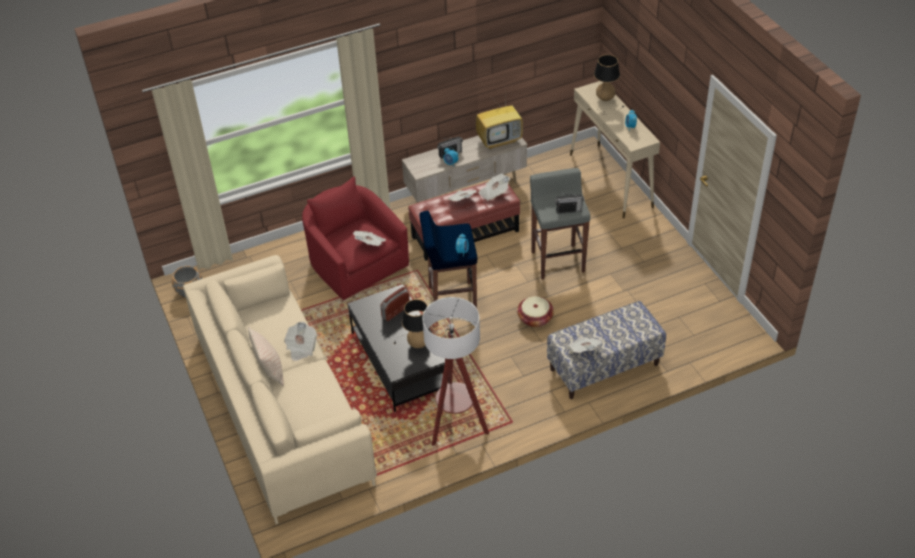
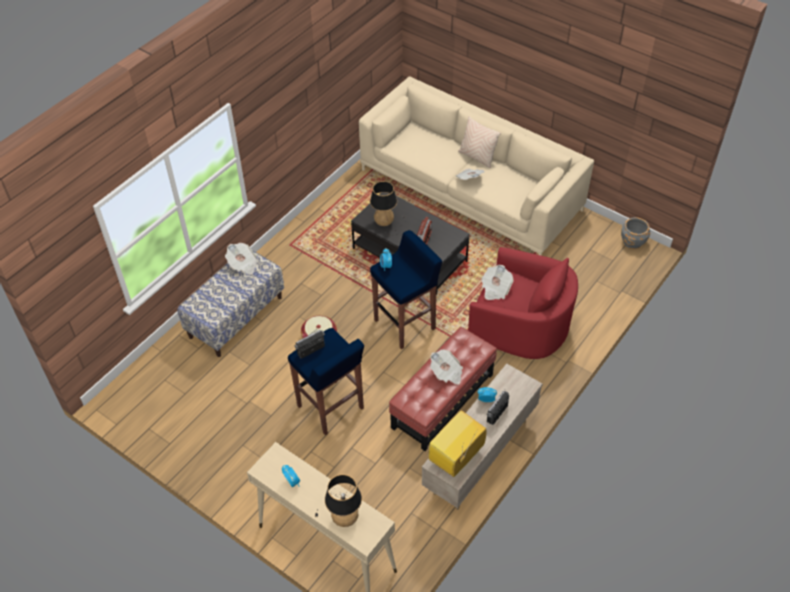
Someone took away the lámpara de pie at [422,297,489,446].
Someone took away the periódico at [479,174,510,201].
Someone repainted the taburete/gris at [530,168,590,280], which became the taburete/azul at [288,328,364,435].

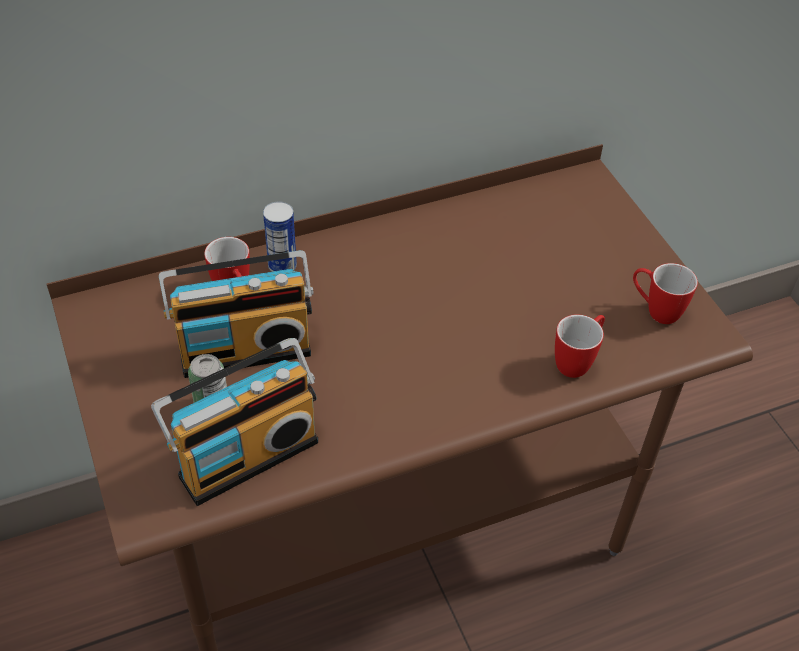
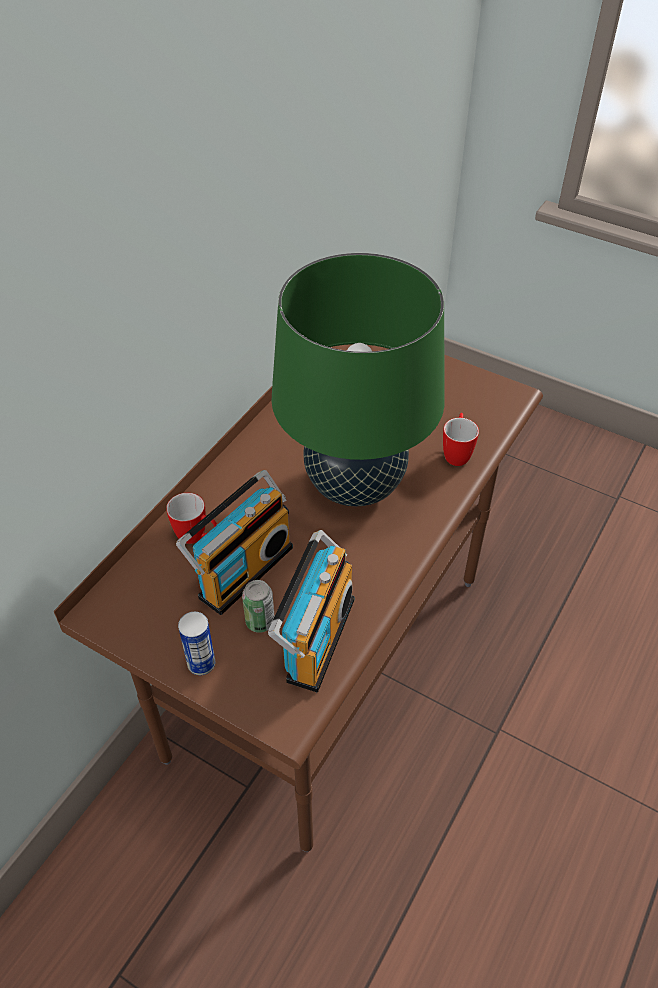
Someone took away the taza grande at [633,263,698,324].
Someone put down the lámpara de mesa/verde at [272,253,445,506].
Someone carried the lata from [263,202,297,272] to [178,612,215,675].

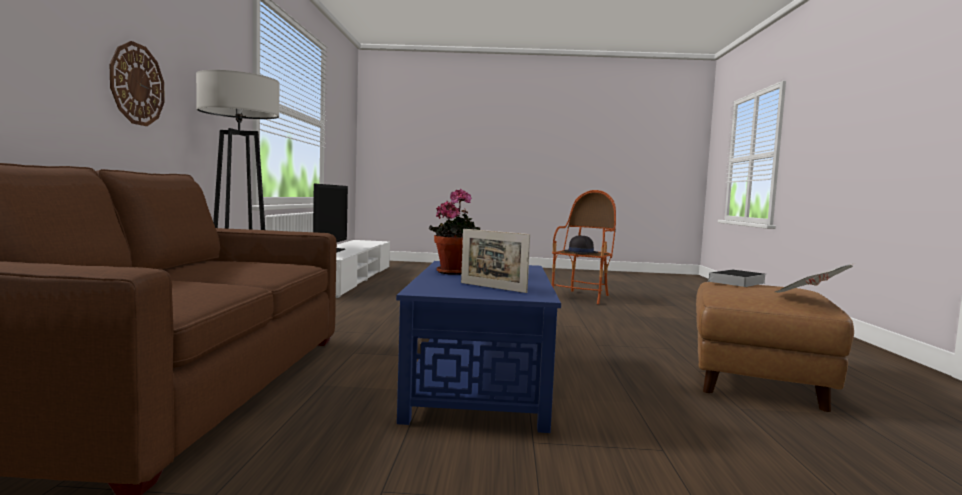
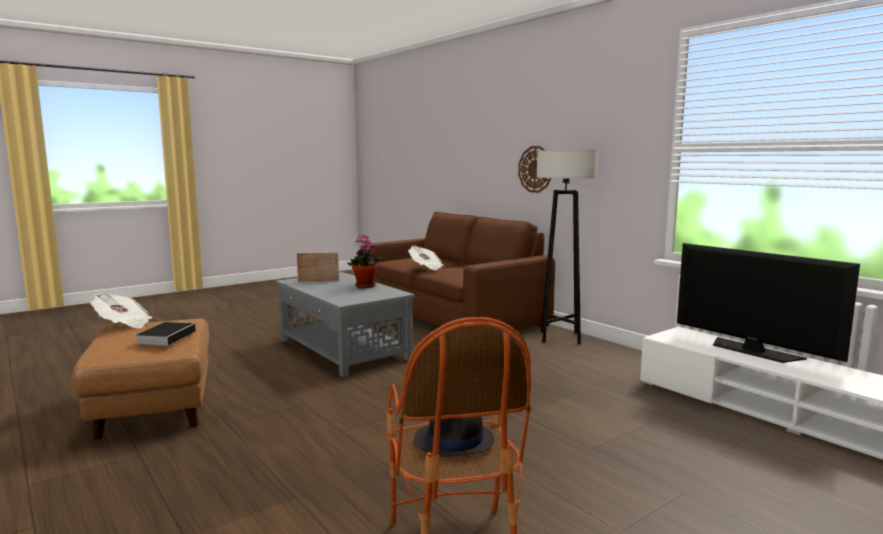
Someone put down the periódico at [408,246,444,270].
Someone repainted the mesa de centro/azul at [396,261,561,433], which became the mesa de centro/gris at [276,272,415,377].

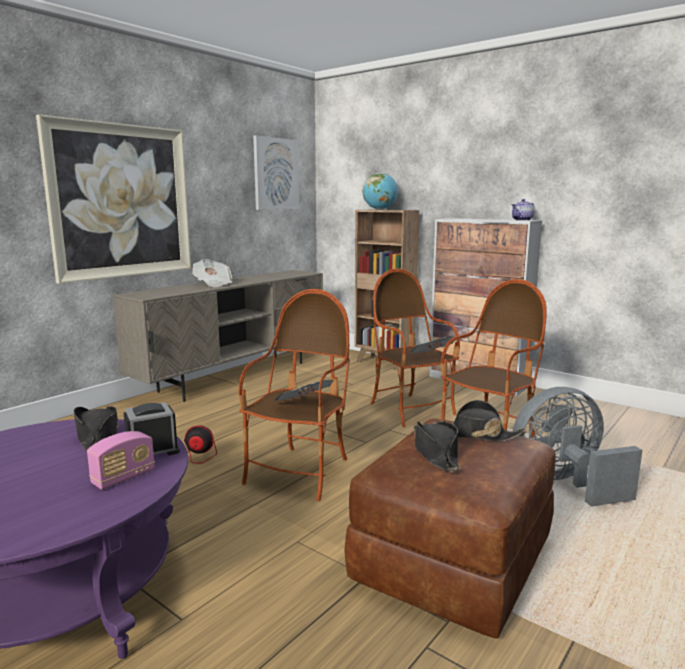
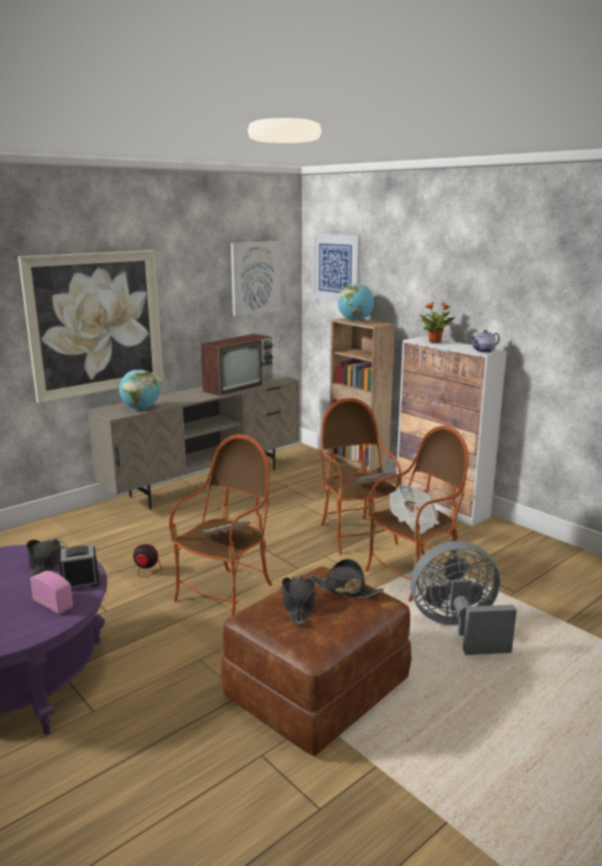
Someone put down the globo terráqueo at [119,370,160,410].
Someone put down the televisor at [200,334,274,396].
Someone put up the cuadro at [312,233,361,301].
Someone put down the planta en maceta at [419,302,455,343].
Someone carried the periódico from [192,259,232,287] to [389,485,439,534].
Someone rotated the radio at [87,431,155,490] by 105 degrees counterclockwise.

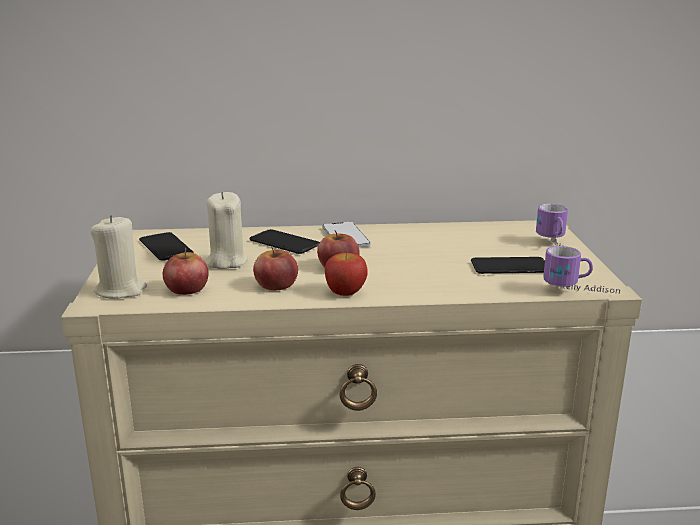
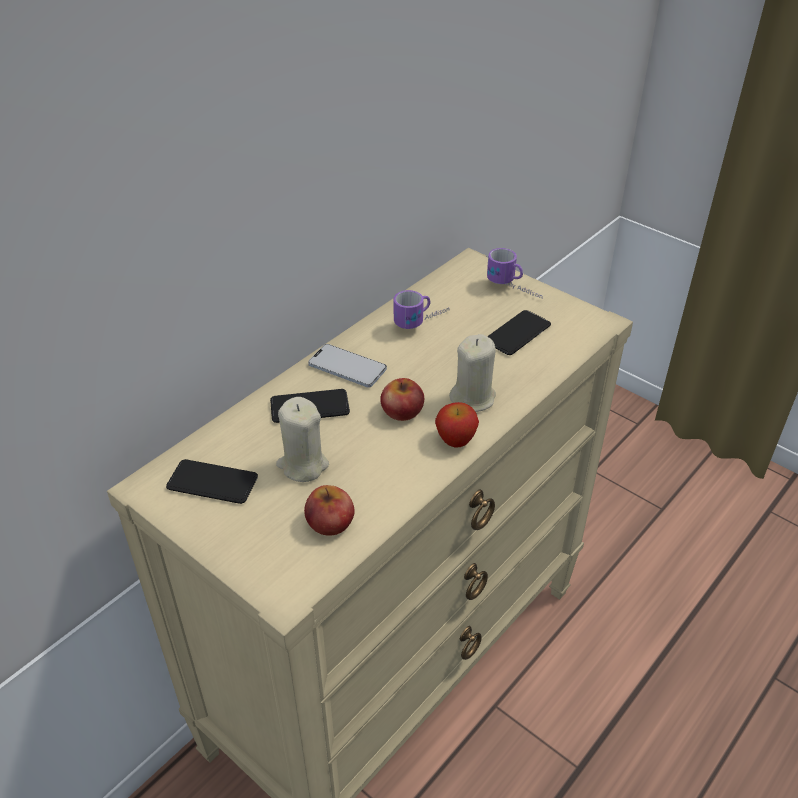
Someone took away the manzana at [253,247,298,290].
Someone carried the vela/beis from [90,215,147,299] to [449,334,496,412].
Someone carried the taza grande from [543,246,620,294] to [394,290,449,329].

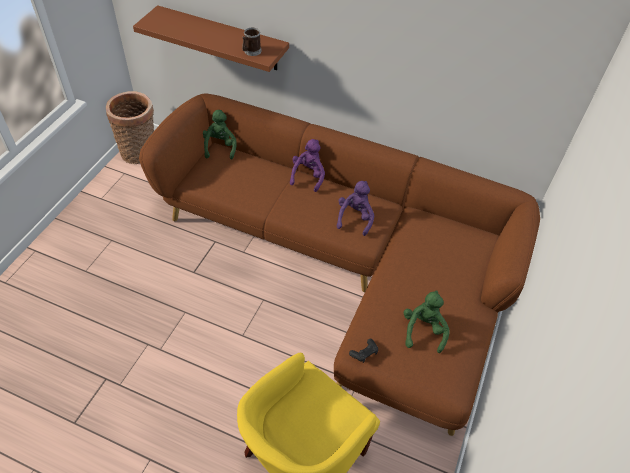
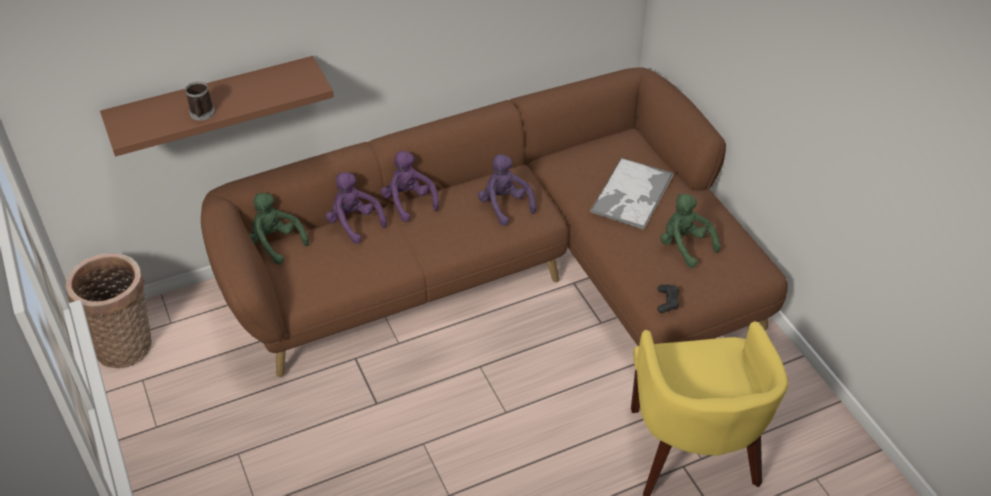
Someone put down the peluche/morado at [325,172,387,244].
Someone put down the bandeja at [590,158,673,230].
Someone carried the taza grande from [242,28,262,56] to [185,82,215,120].

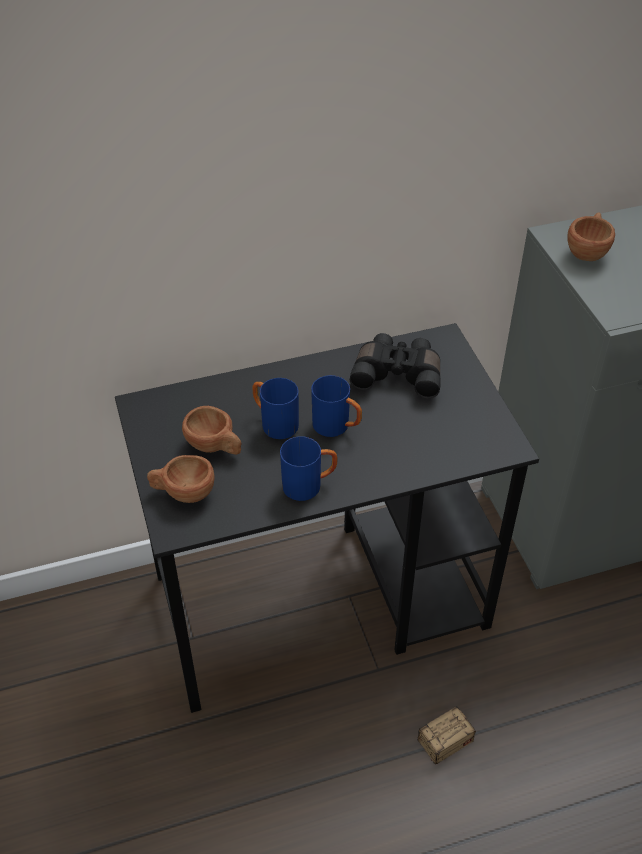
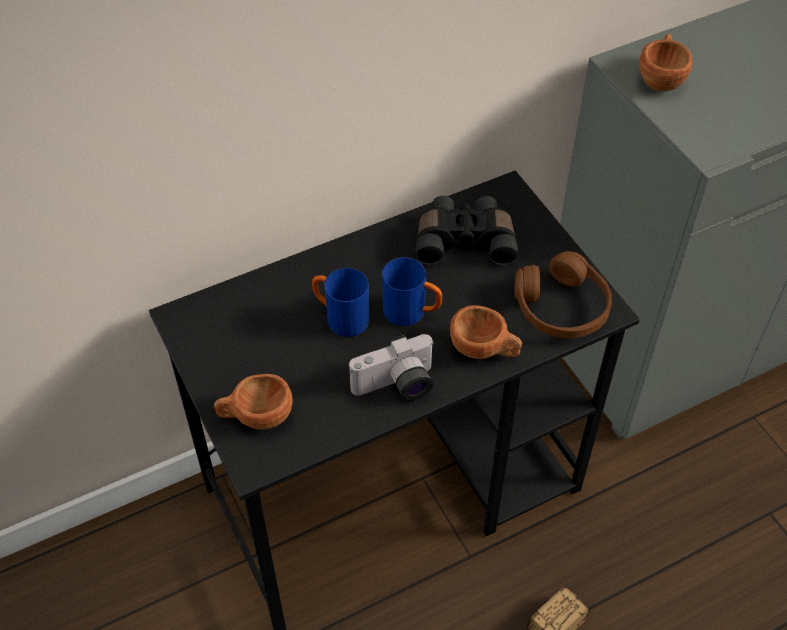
Someone put down the auriculares/marrón at [515,251,612,338].
Someone carried the taza/marrón from [182,406,241,455] to [450,305,522,359].
Someone swapped the taza grande/azul at [280,436,337,501] for the cámara at [349,334,435,401].

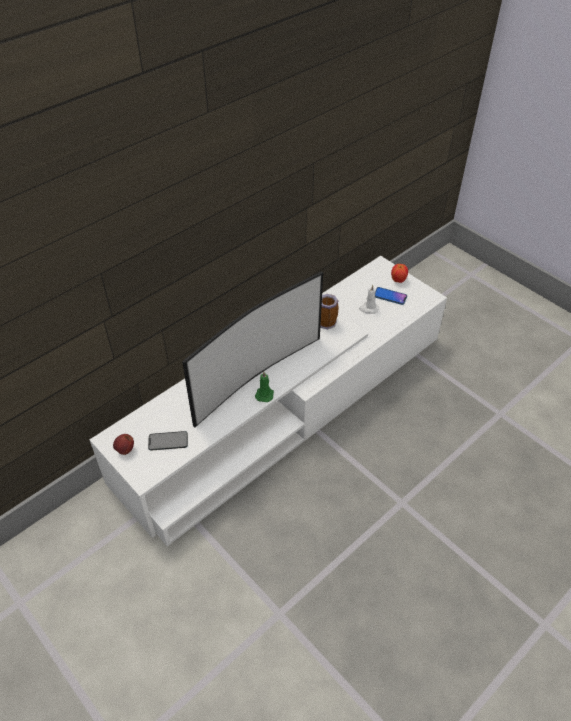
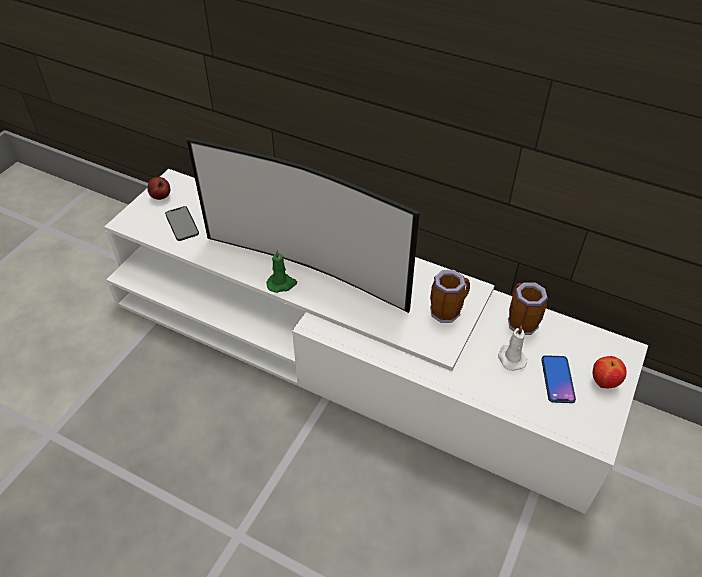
Someone put down the taza grande at [508,282,548,335].

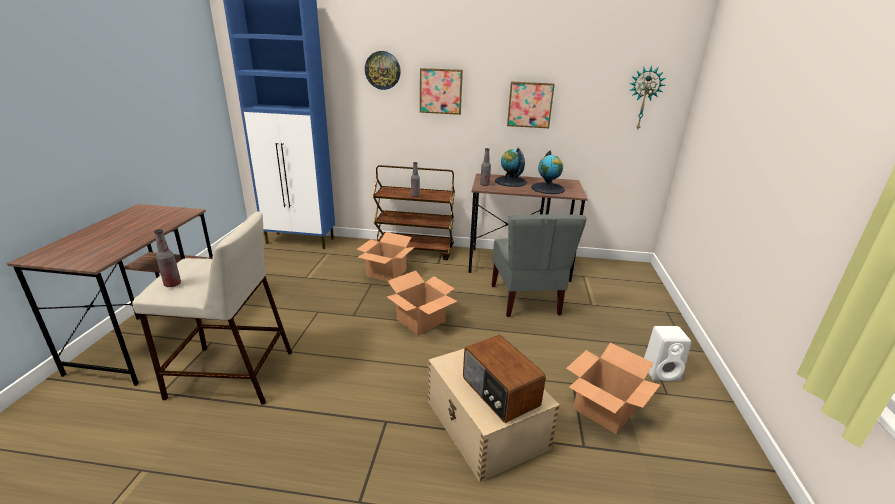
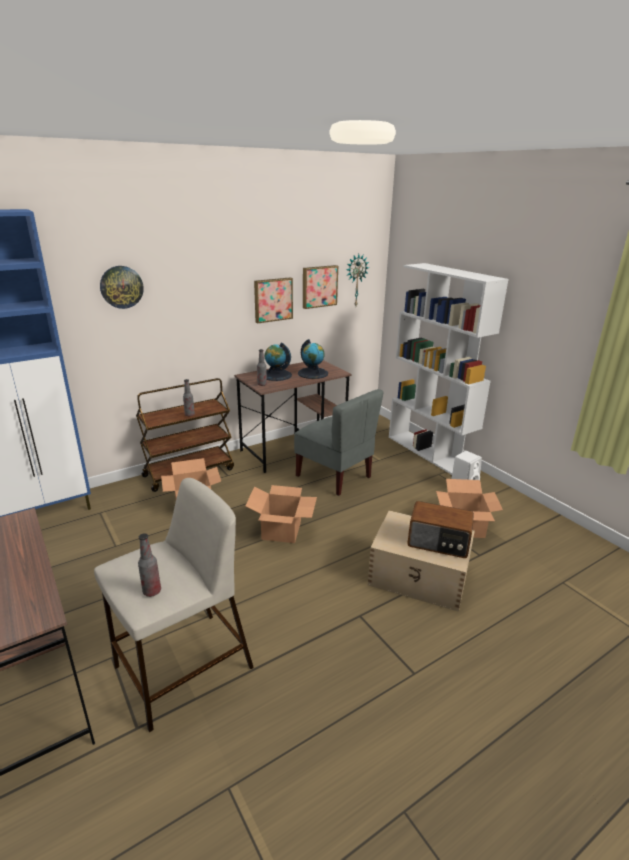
Someone put down the estantería/blanco at [389,263,509,475].
Someone carried the cuadro from [420,68,463,115] to [303,265,338,309].

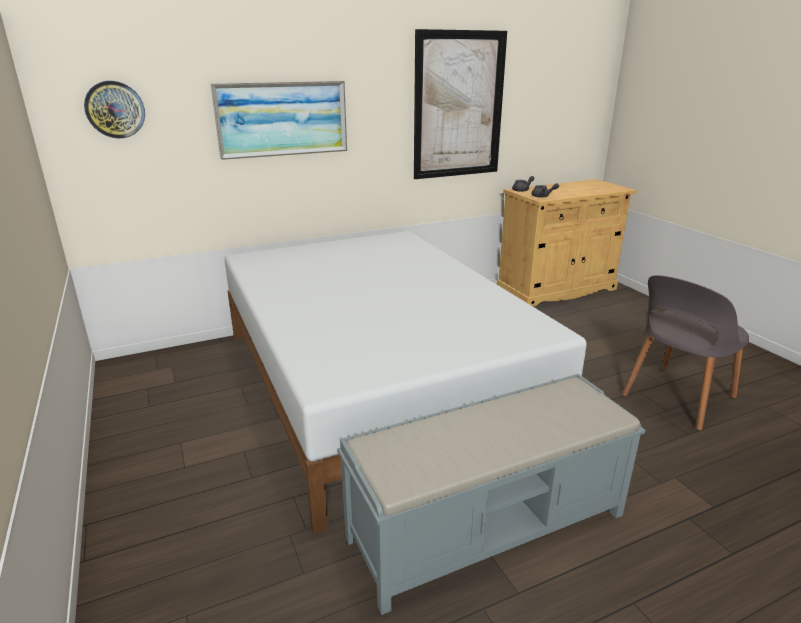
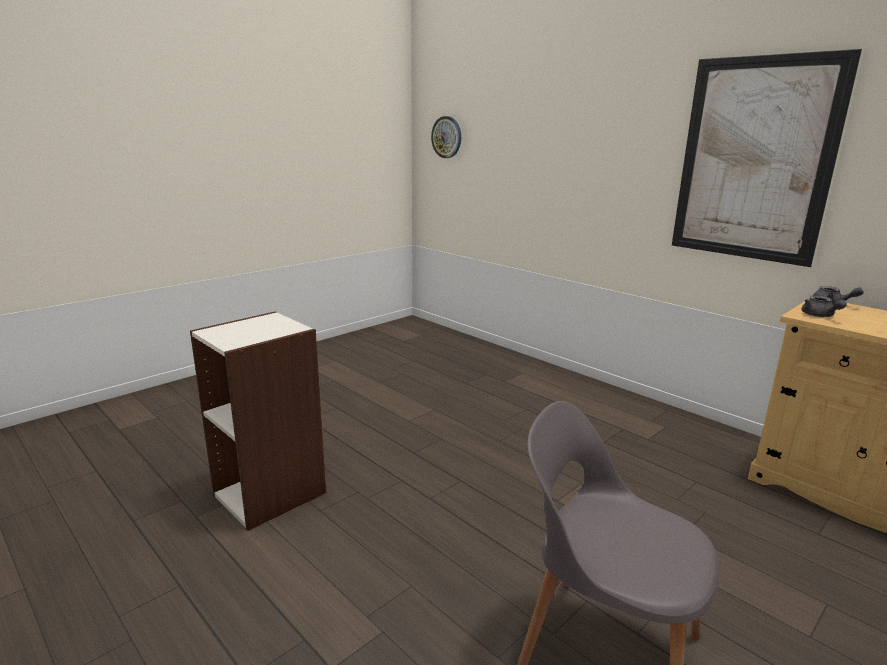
Someone took away the cuadro at [210,81,347,160].
Someone took away the cama/blanco at [224,231,587,535].
Someone swapped the banco/gris at [337,374,645,615] for the estantería at [190,311,326,531].

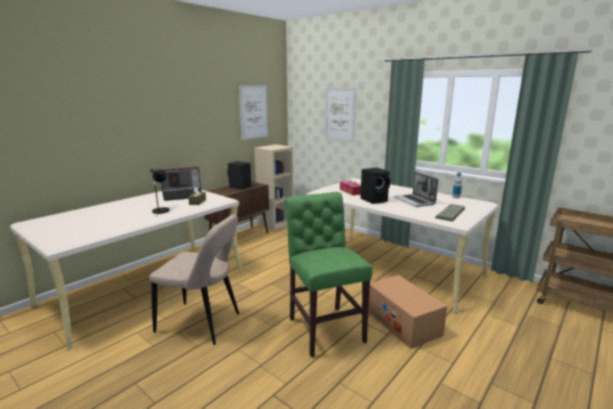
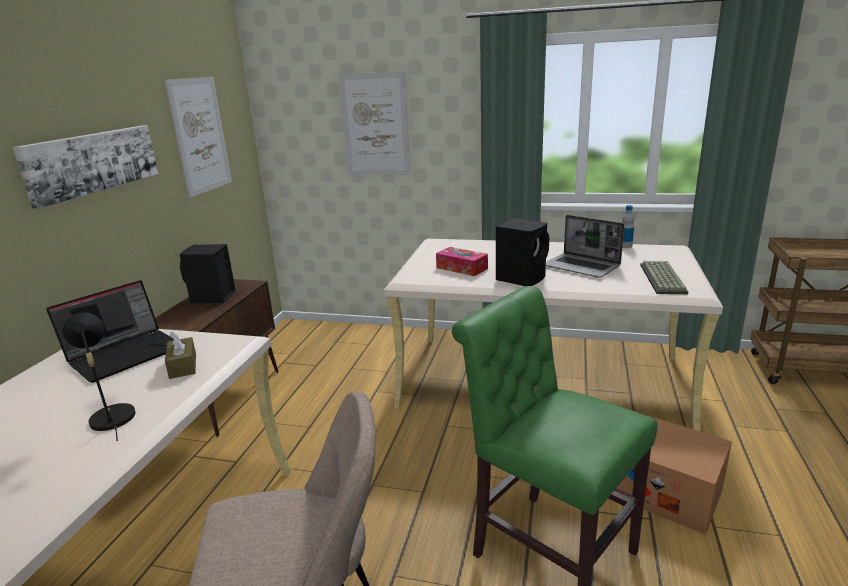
Someone took away the estantería/beis at [254,144,293,231].
Someone put up the cuadro at [13,125,158,209].

